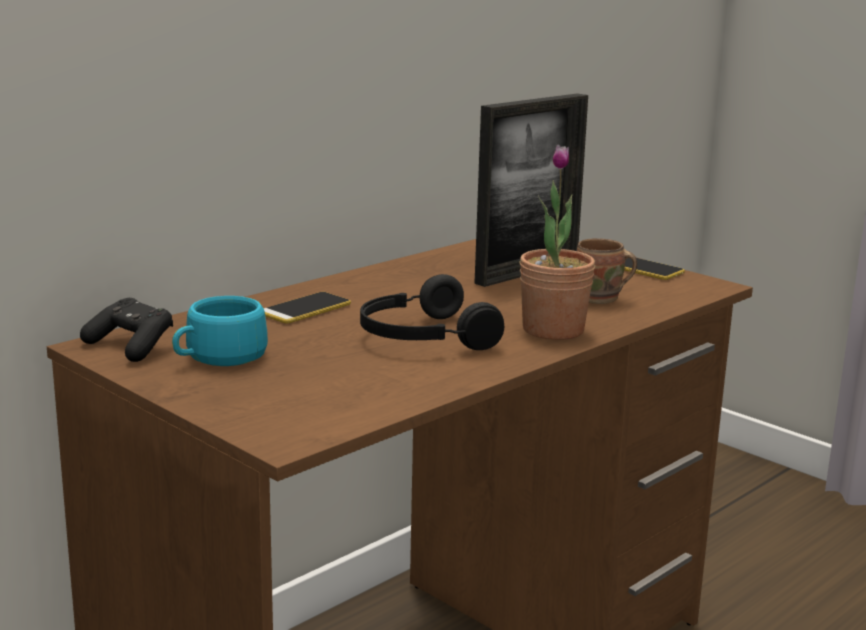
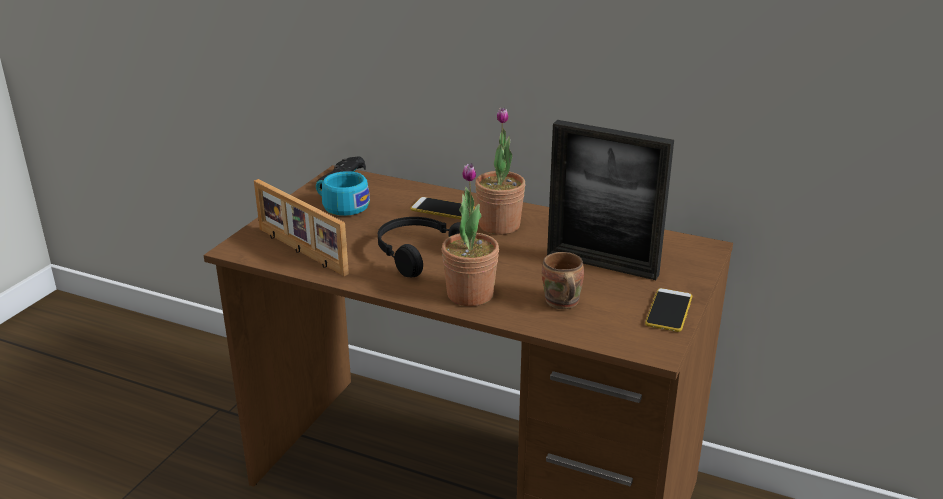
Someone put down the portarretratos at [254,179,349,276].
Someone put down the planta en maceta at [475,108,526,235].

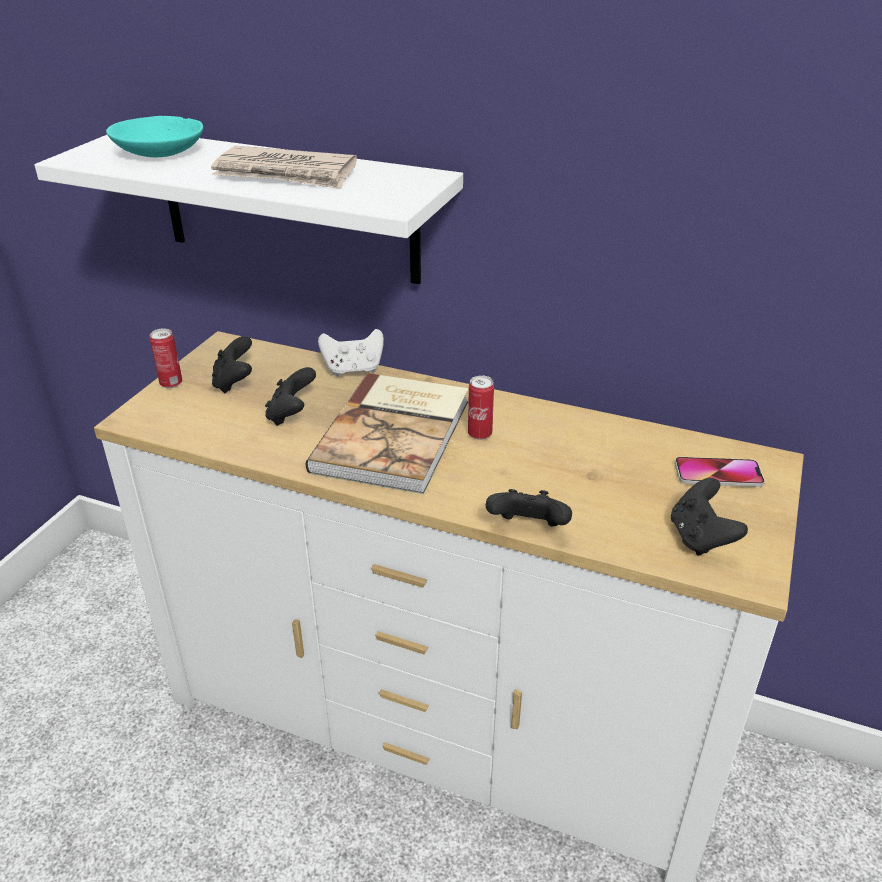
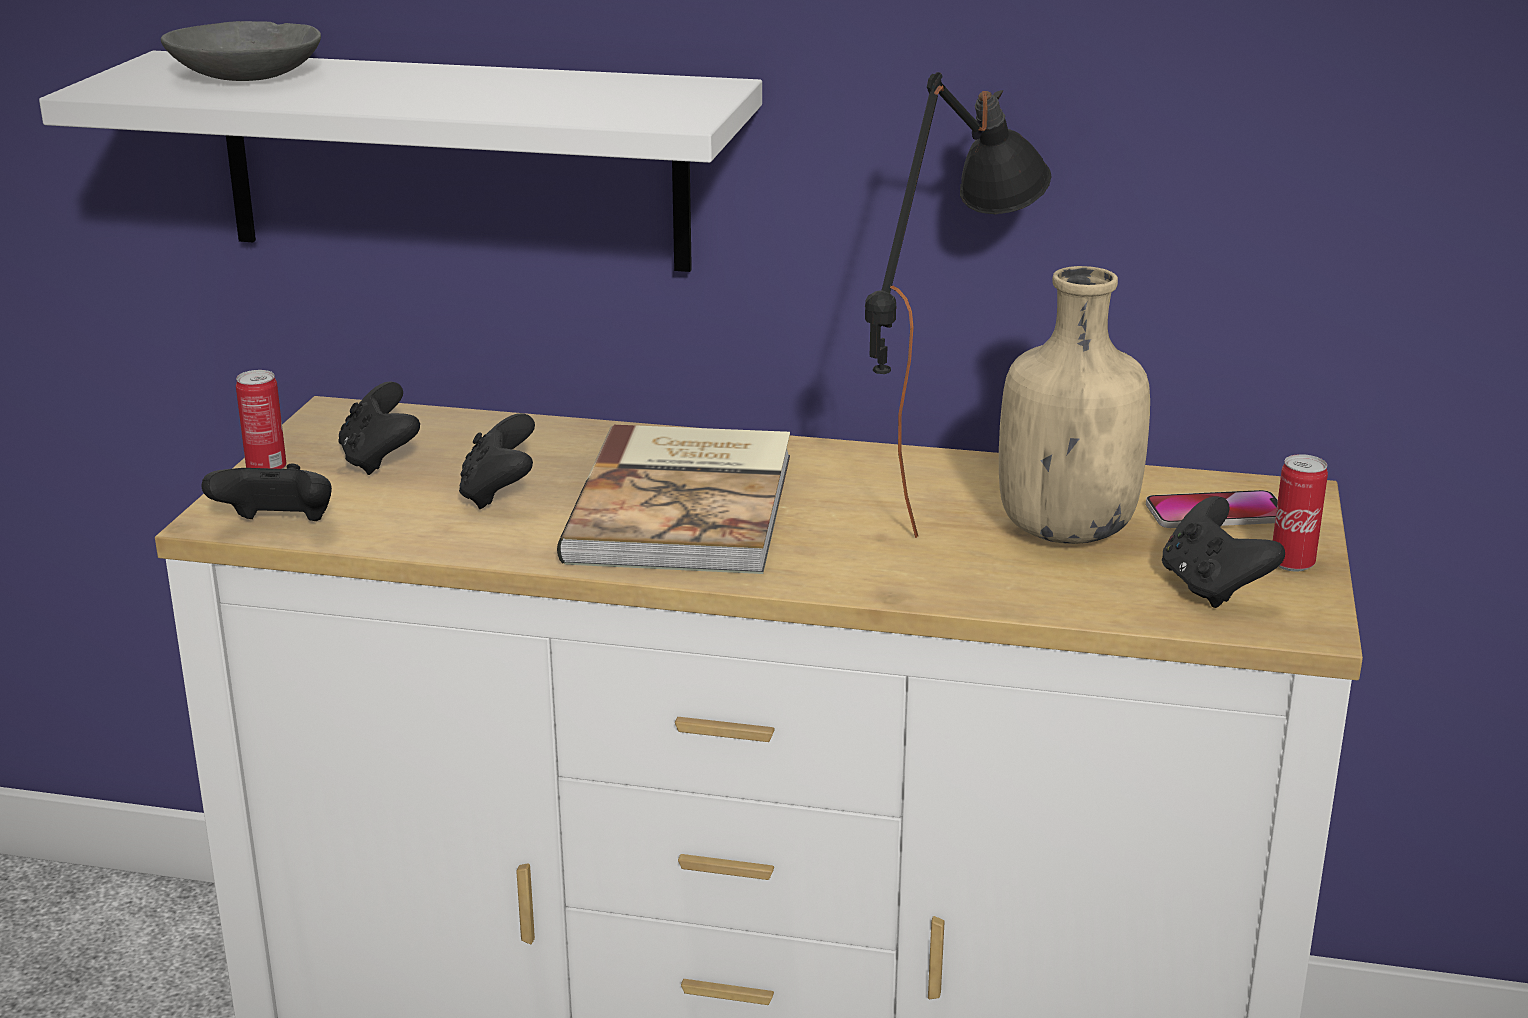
Someone took away the periódico at [211,146,357,189].
Someone took away the mando de consola/blanco at [318,329,384,376].
Someone put down the lámpara de mesa/negro at [865,72,1052,538].
Someone put down the botella/beis at [999,266,1150,544].
Someone carried the lata from [468,375,494,440] to [1273,454,1328,572].
Someone carried the mando de consola/negro from [486,489,572,527] to [201,463,332,521].
Someone repainted the cuenco/turquesa at [106,116,203,157], which became the cuenco/gris at [161,21,321,81].

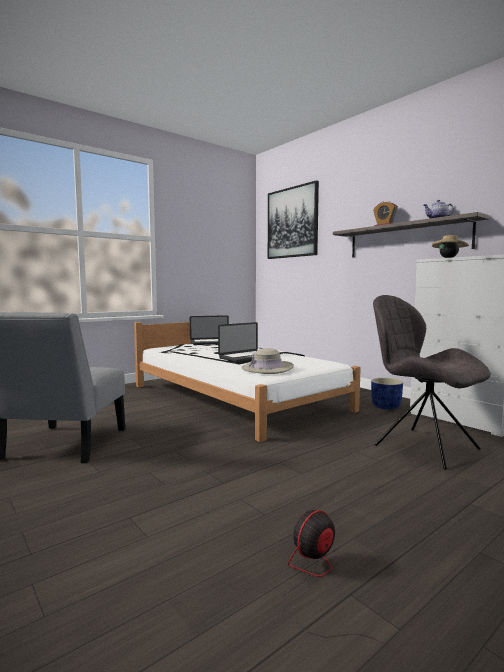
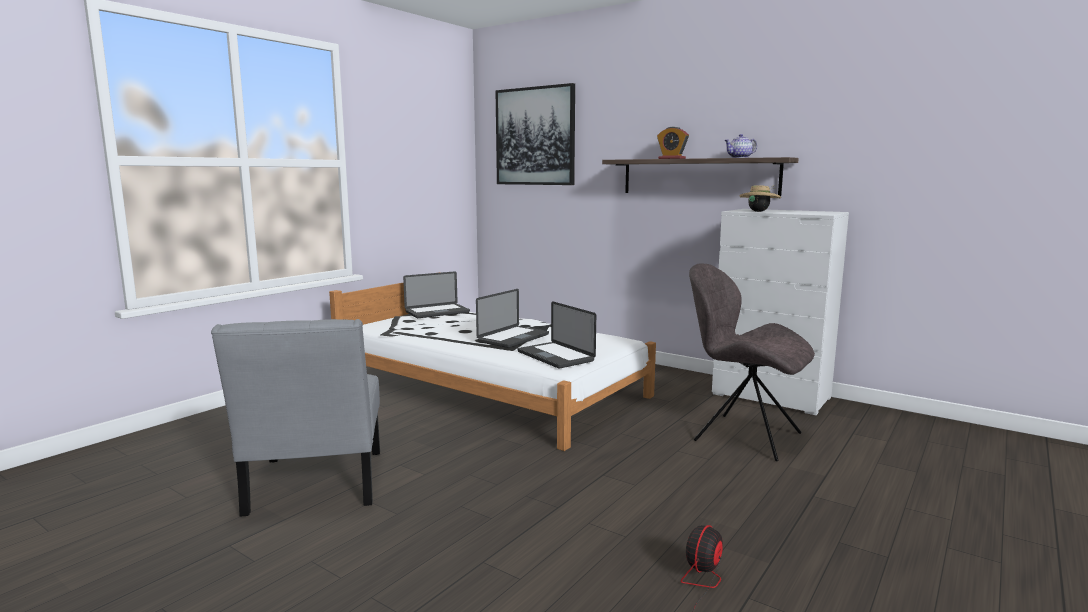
Someone took away the maceta/azul at [371,378,403,410].
Someone swapped the sombrero/beis at [242,348,294,374] for the portátil at [518,301,596,369].

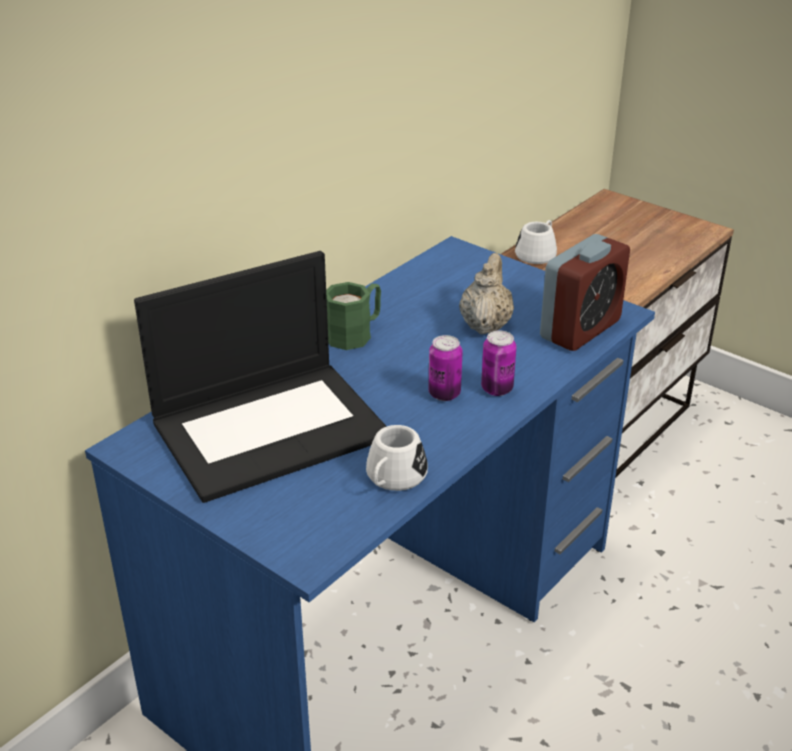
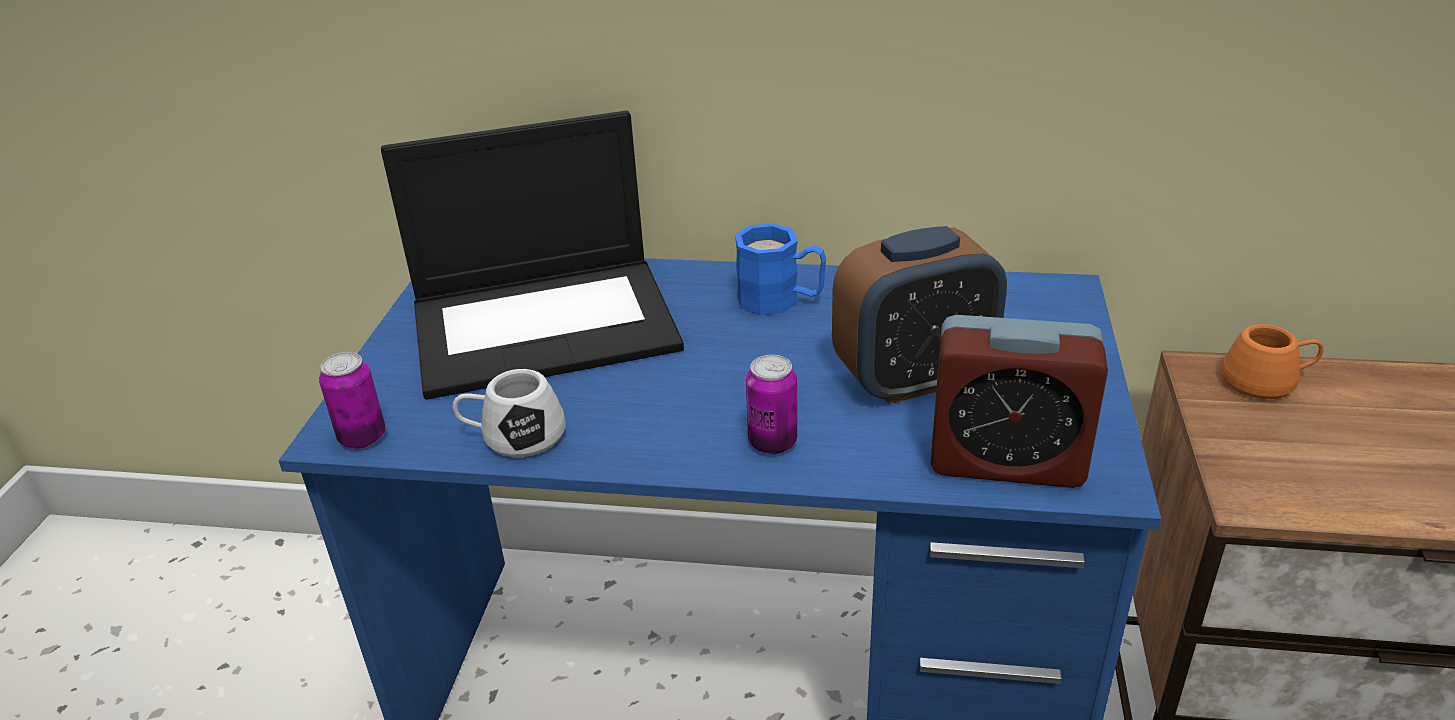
Someone carried the lata from [428,335,463,401] to [319,352,385,449].
Someone swapped the tetera/beis at [459,253,514,334] for the despertador at [832,226,1007,404].
Someone repainted the taza grande/verde at [326,282,381,350], which became the taza grande/azul at [735,223,826,315].
Someone repainted the taza grande/blanco at [515,220,557,264], which became the taza grande/naranja at [1221,324,1324,399].
Someone rotated the portátil at [134,251,387,503] by 45 degrees counterclockwise.

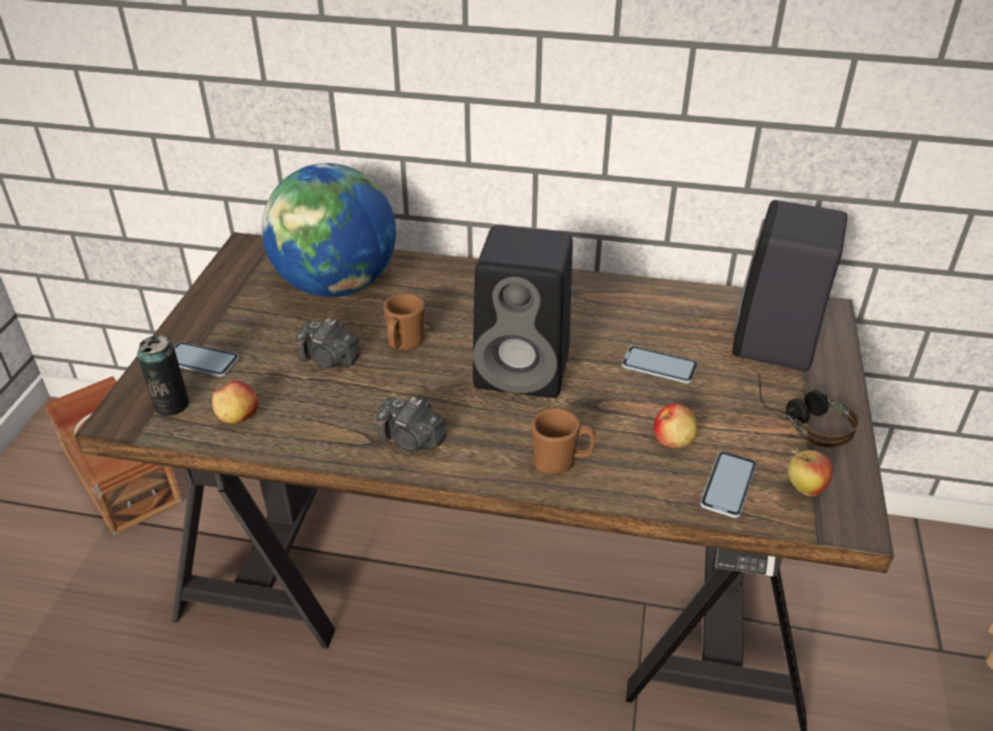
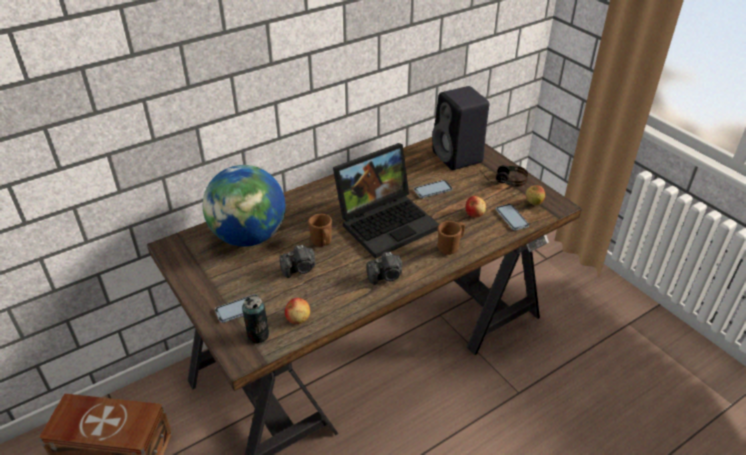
Someone swapped the altavoz/negro at [473,225,573,398] for the portátil at [333,143,439,259].

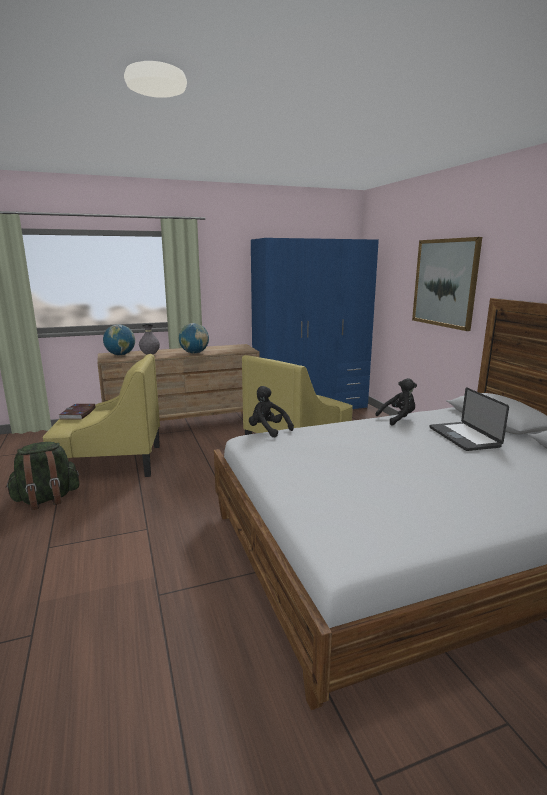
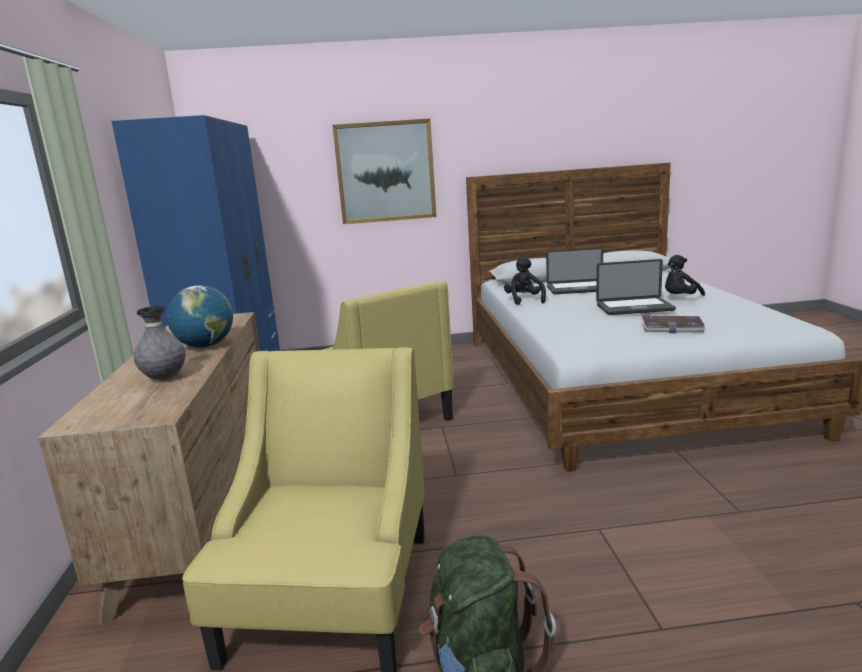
Someone took away the globo terráqueo at [103,324,135,356].
Someone put down the portátil at [596,259,676,315].
Someone carried the libro from [59,404,96,420] to [641,316,706,333].
Someone carried the peluche/negro from [249,386,294,437] to [665,255,705,296].

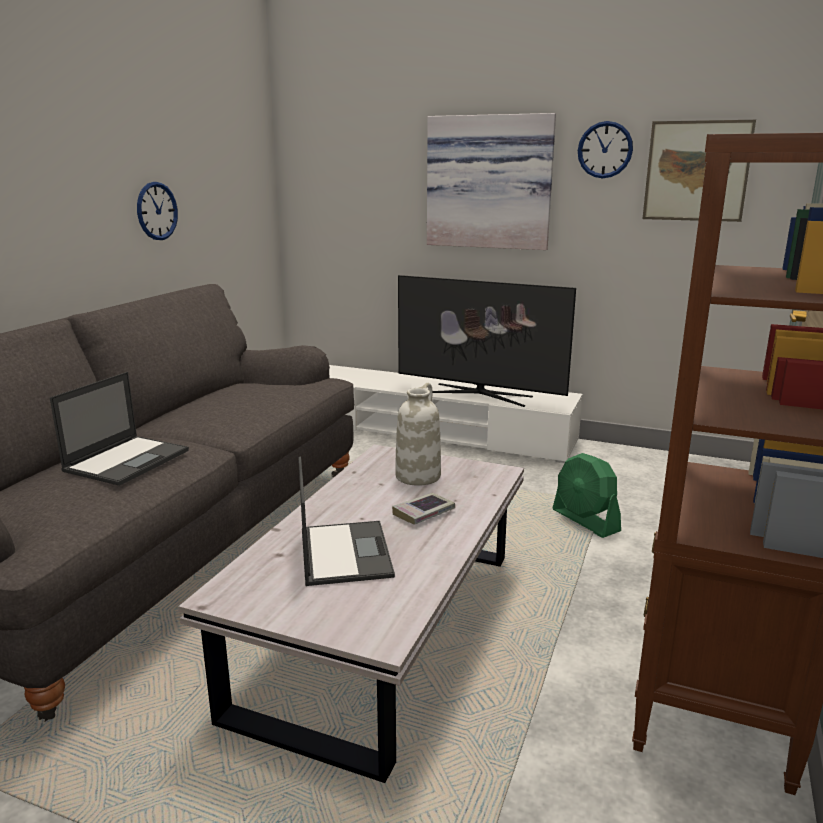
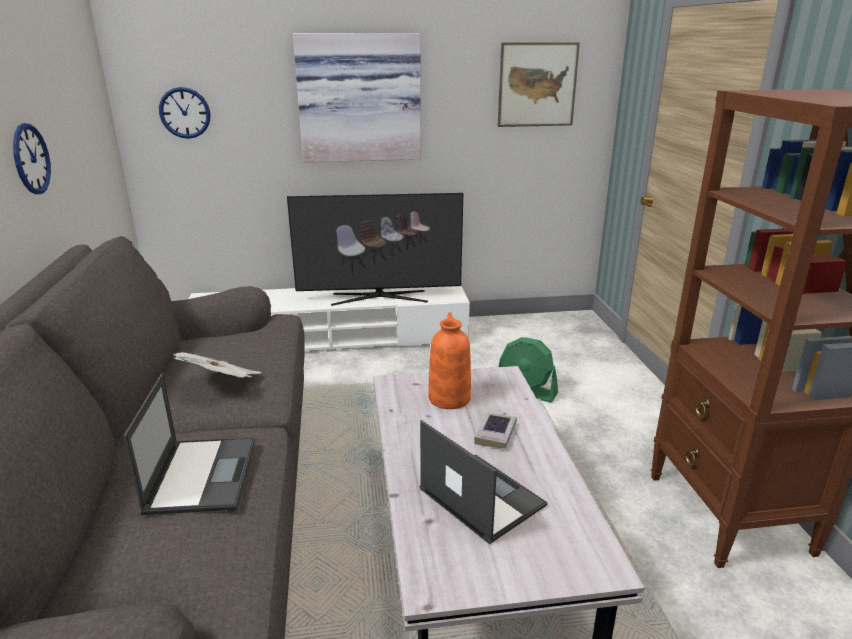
Someone put down the periódico at [173,352,261,378].
Someone carried the reloj de pared from [578,121,633,178] to [159,87,210,139].
Someone repainted the florero/blanco at [395,383,441,486], which became the florero/naranja at [428,312,471,409].

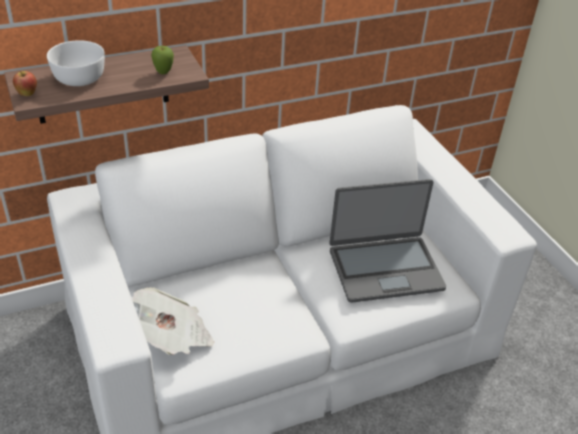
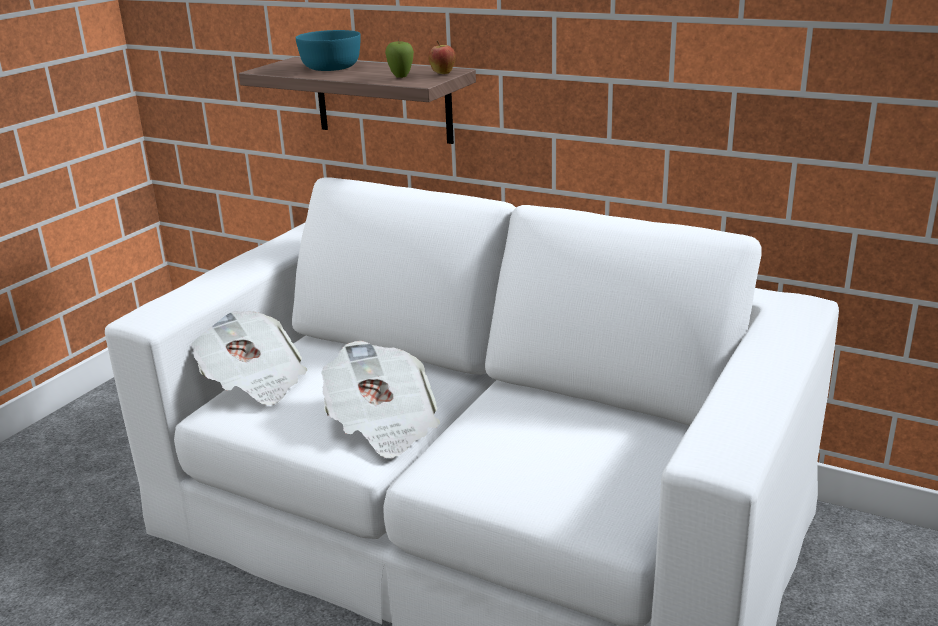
Someone took away the portátil at [330,179,446,303].
Someone put down the periódico at [321,341,440,458].
Someone carried the manzana from [13,71,37,96] to [428,40,456,74].
Someone repainted the cuenco/blanco at [47,40,105,86], which became the cuenco/turquesa at [296,30,361,71].

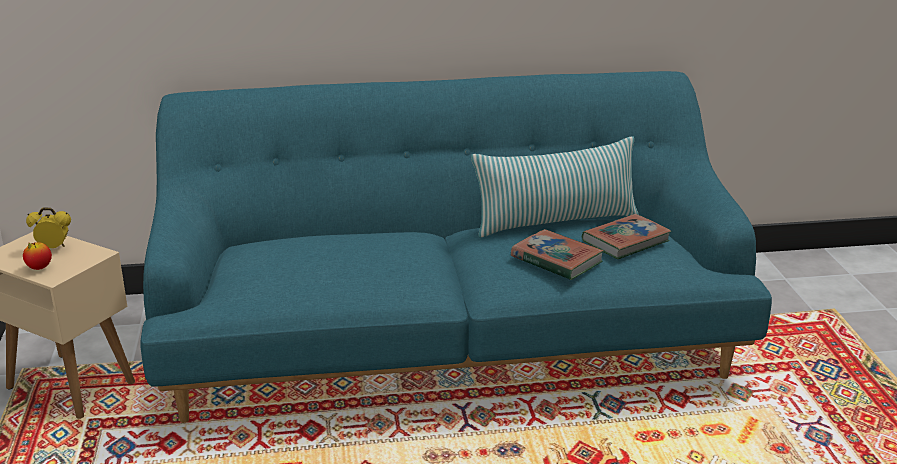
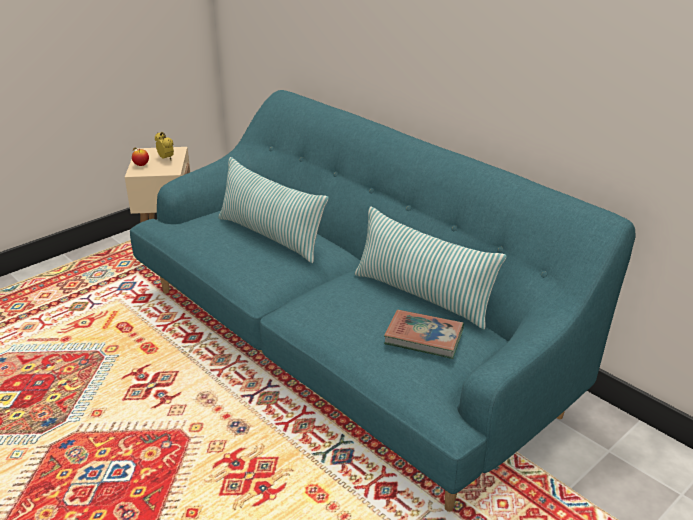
Someone took away the libro at [511,229,604,280].
Someone put down the cojín at [218,157,329,263].

